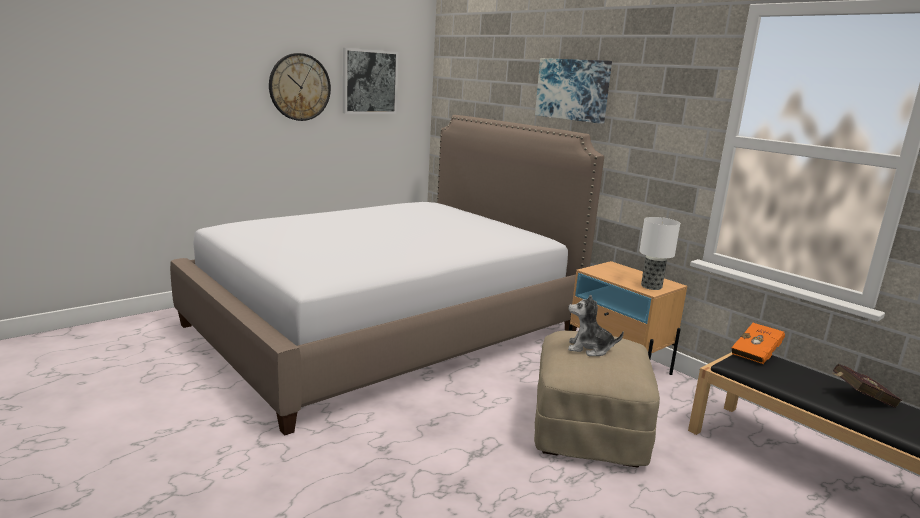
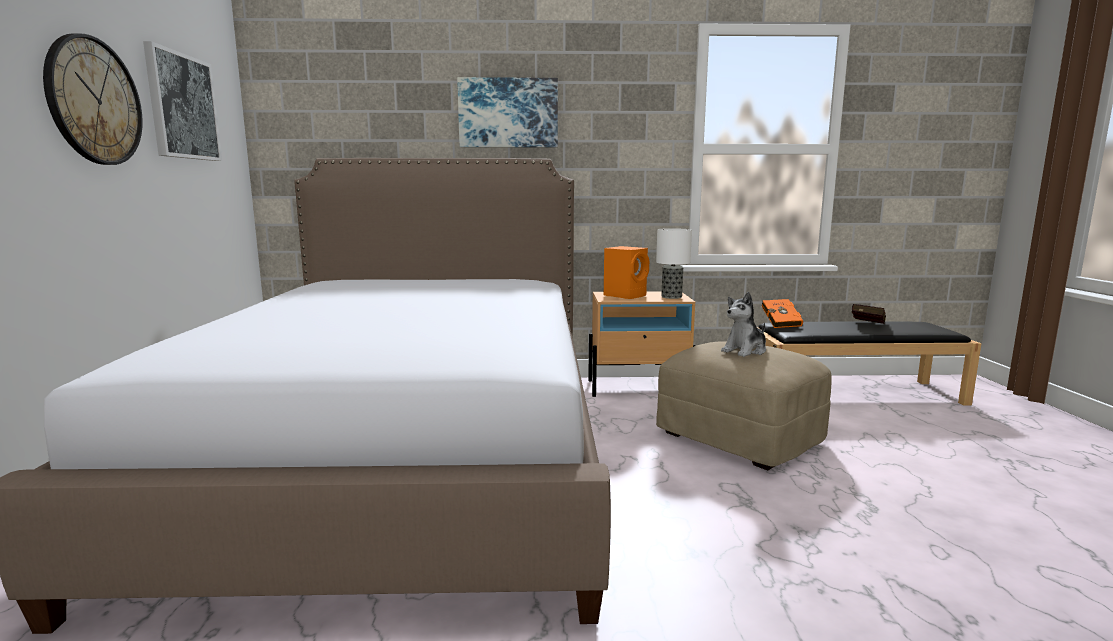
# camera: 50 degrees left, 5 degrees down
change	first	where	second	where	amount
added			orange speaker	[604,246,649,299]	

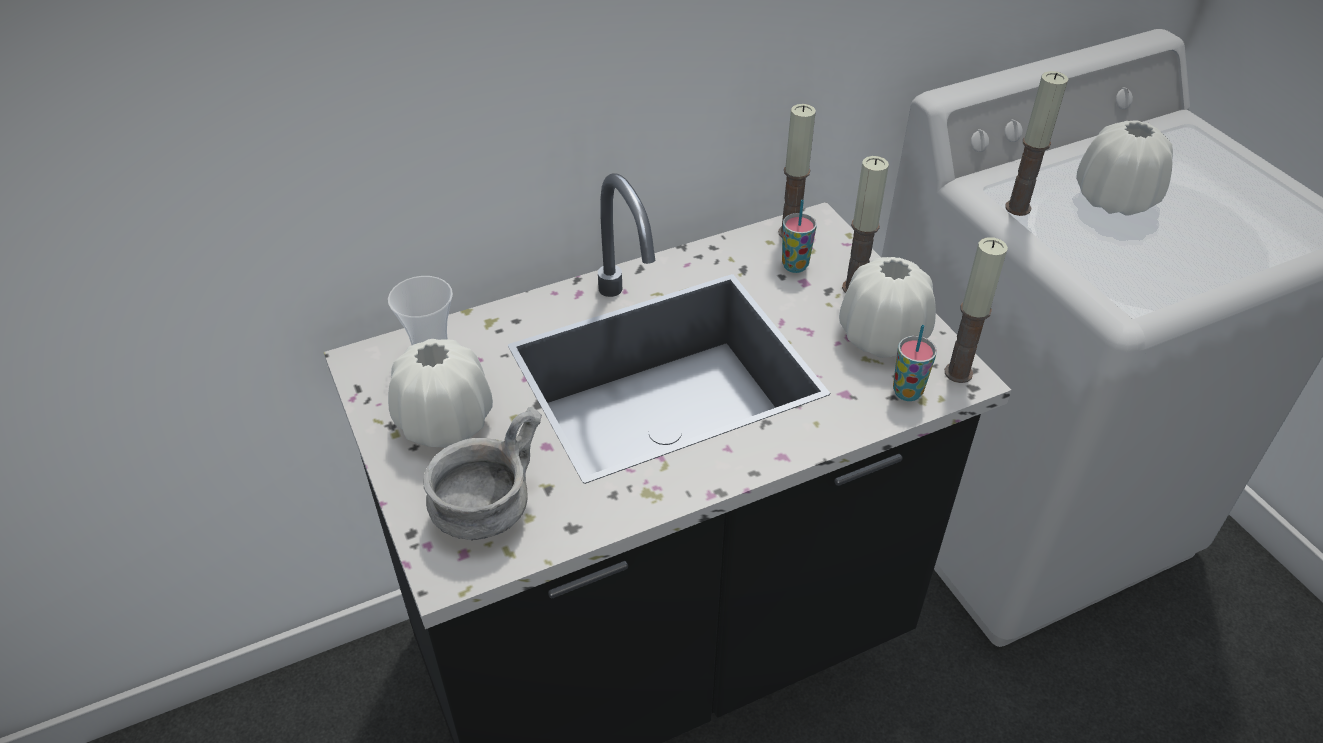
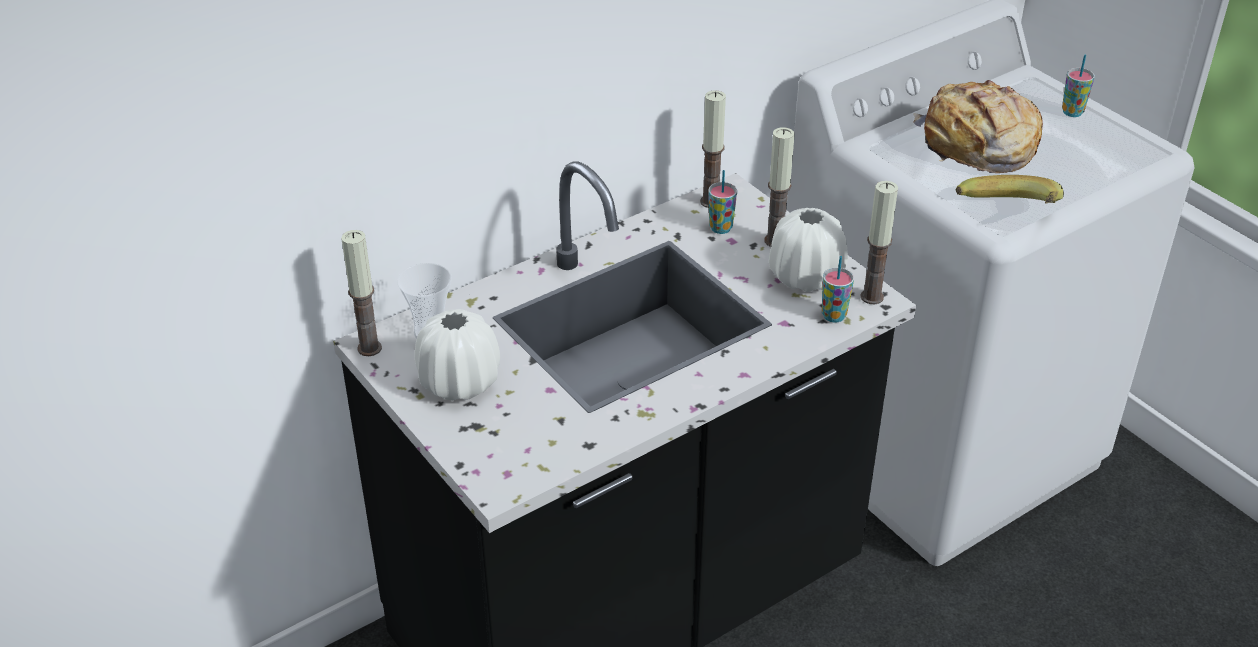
# camera: 10 degrees left, 5 degrees down
change	first	where	second	where	amount
moved	candle	[1005,71,1068,216]		[341,230,382,356]	
replaced	white vase	[1076,121,1173,216]	bread	[913,80,1043,173]	
removed	grey bowl	[423,407,542,541]			
added			cup	[1062,55,1095,117]	
added			banana	[956,175,1064,204]	

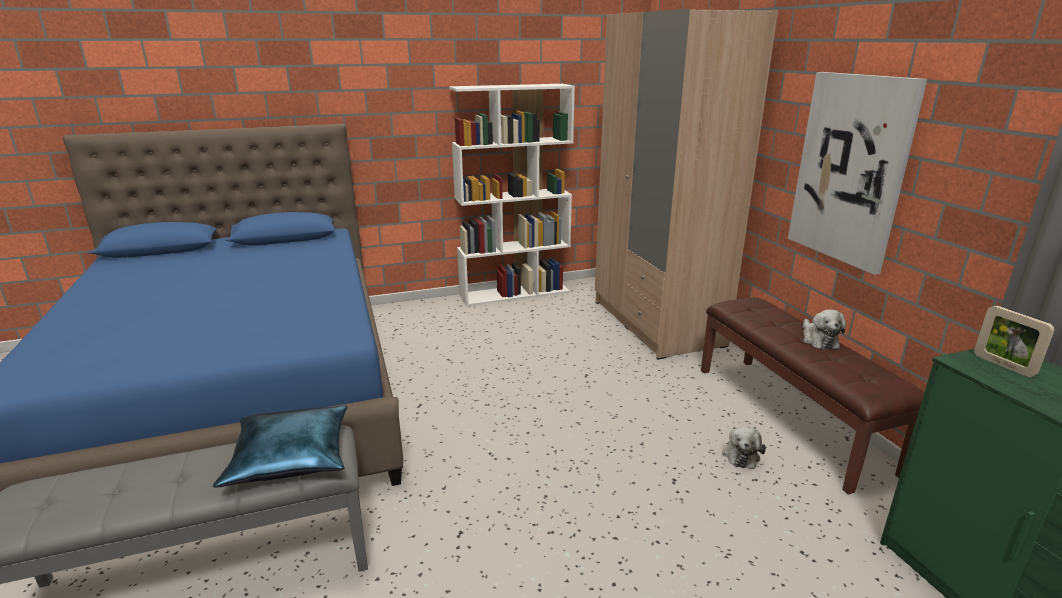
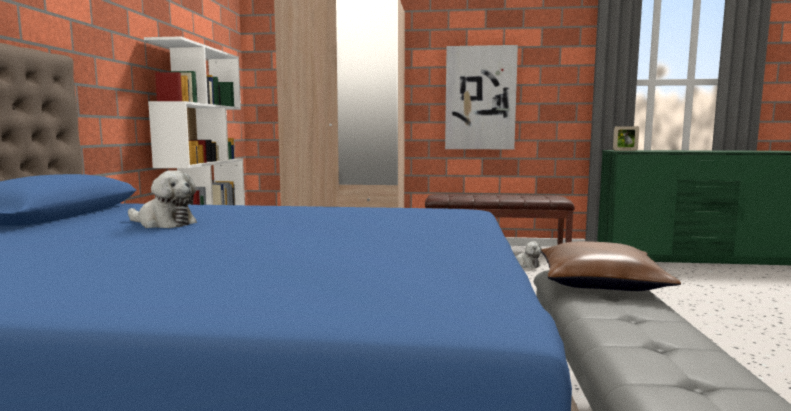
# camera: 65 degrees left, 15 degrees down
change	first	where	second	where	amount
moved	plush toy	[803,309,846,350]		[128,170,197,228]	
recoloured	blue pillow	[213,406,347,488]	brown pillow	[541,241,681,291]	

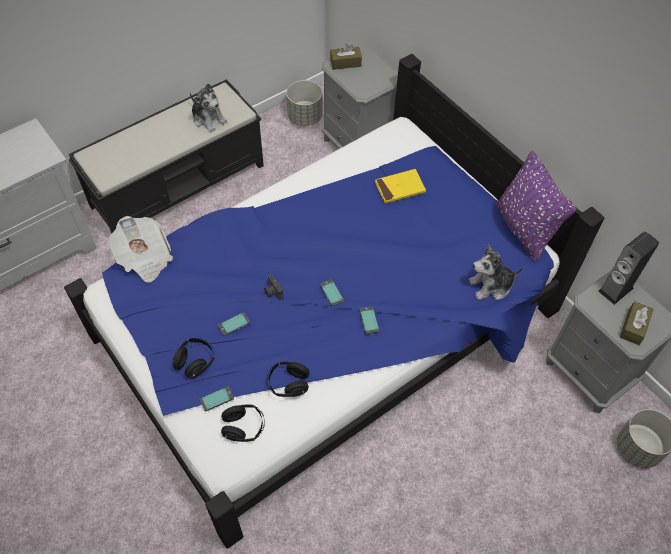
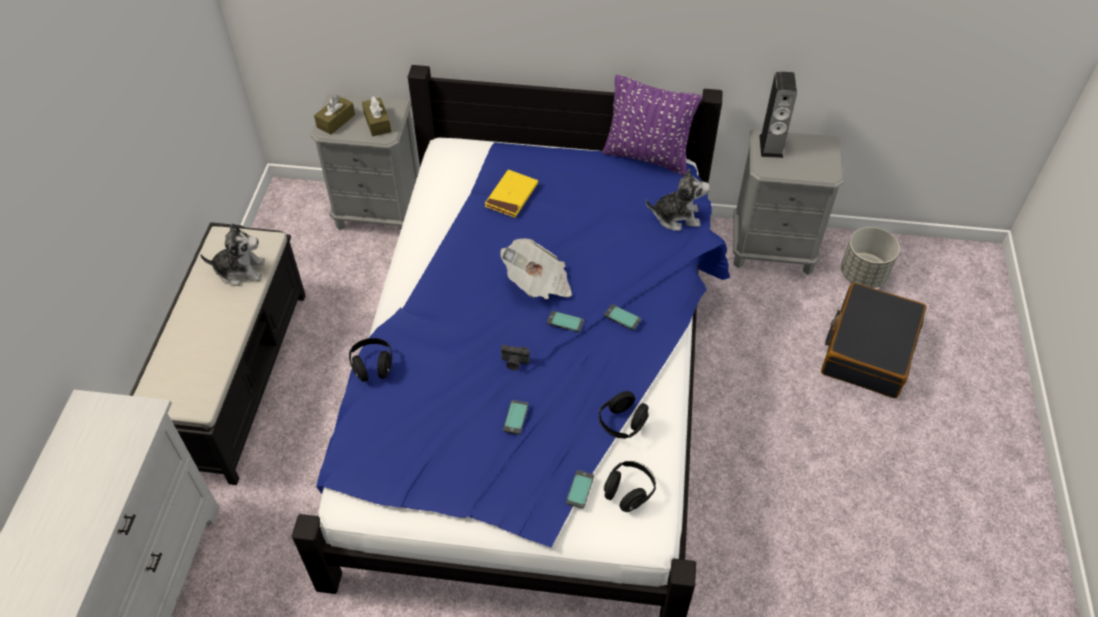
# camera: 45 degrees left, 5 degrees down
change	first	where	second	where	amount
removed	grey planter	[286,80,323,126]			
moved	newspaper	[109,216,173,283]		[500,238,572,299]	
turned	plush toy	[469,244,523,300]		[646,169,710,231]	120 degrees counterclockwise
moved	brown tissue box	[620,301,653,345]		[362,96,391,136]	
moved	black headphones	[173,338,215,378]		[349,338,392,382]	
added			black suitcase	[821,282,927,398]	

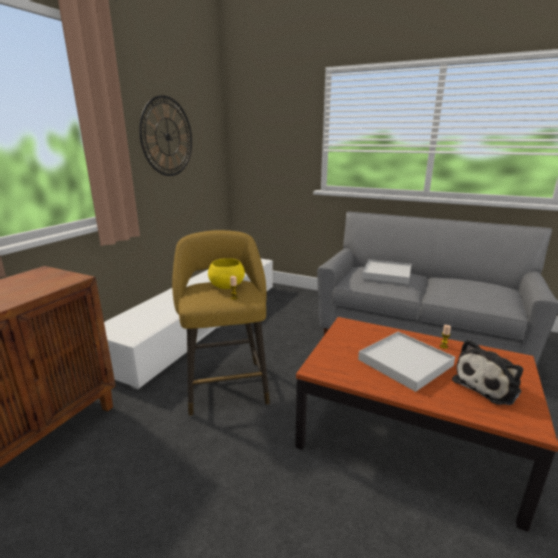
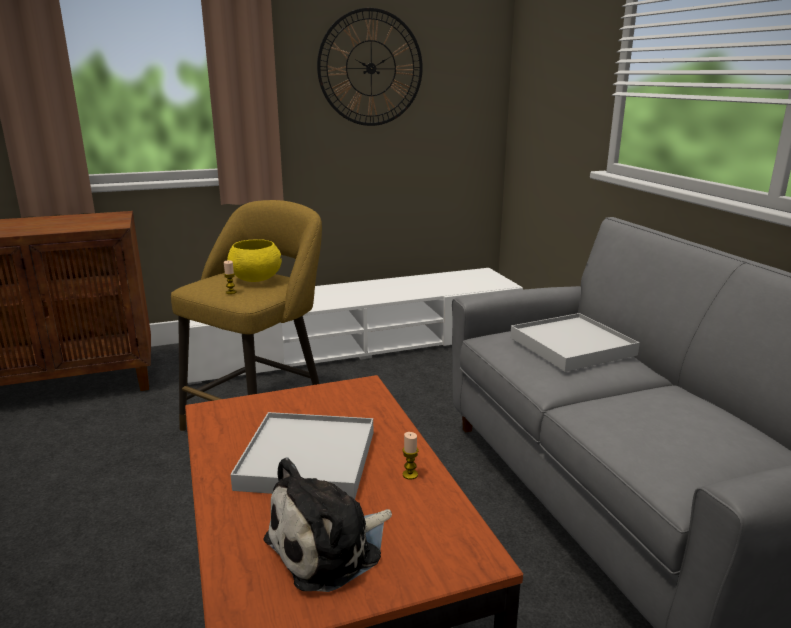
# camera: 45 degrees right, 0 degrees up
change	first	where	second	where	amount
turned	plush toy	[452,339,523,405]		[263,457,392,592]	45 degrees counterclockwise

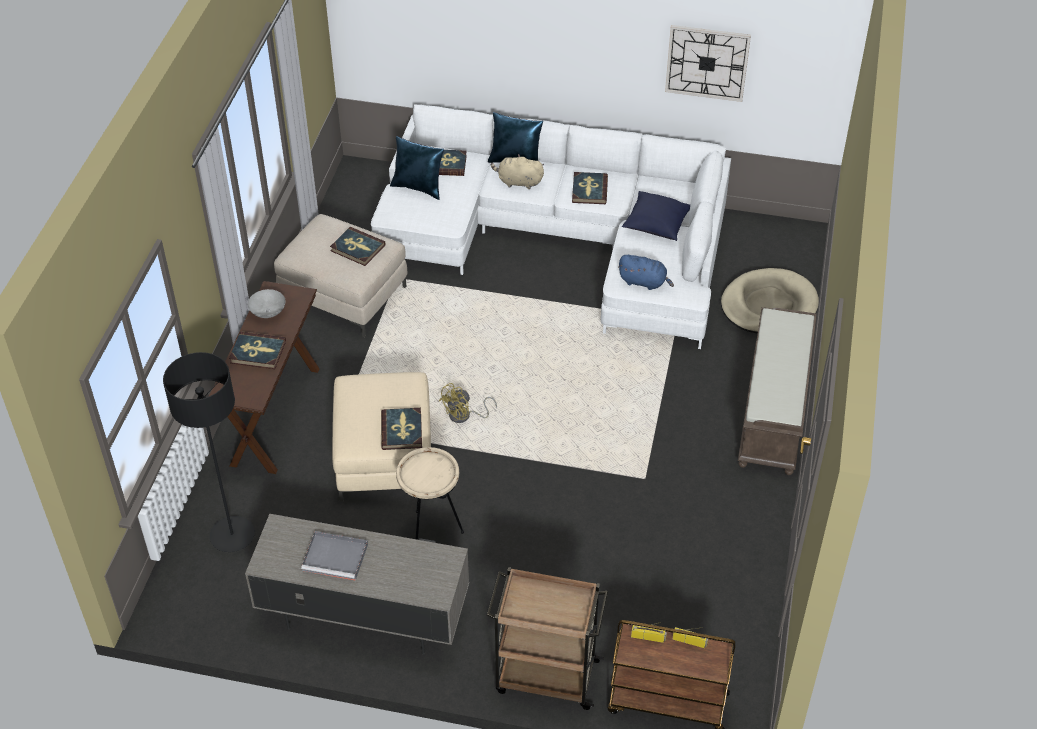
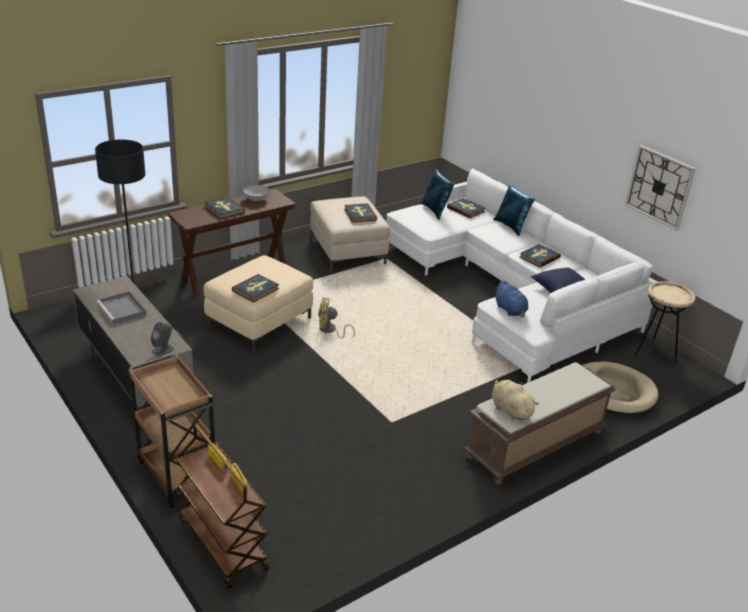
# camera: 40 degrees right, 15 degrees down
change	first	where	second	where	amount
moved	beige plush toy	[491,154,544,189]		[492,380,539,420]	
moved	beige side table	[396,447,464,540]		[635,281,695,363]	
added			grey speaker	[151,322,174,356]	

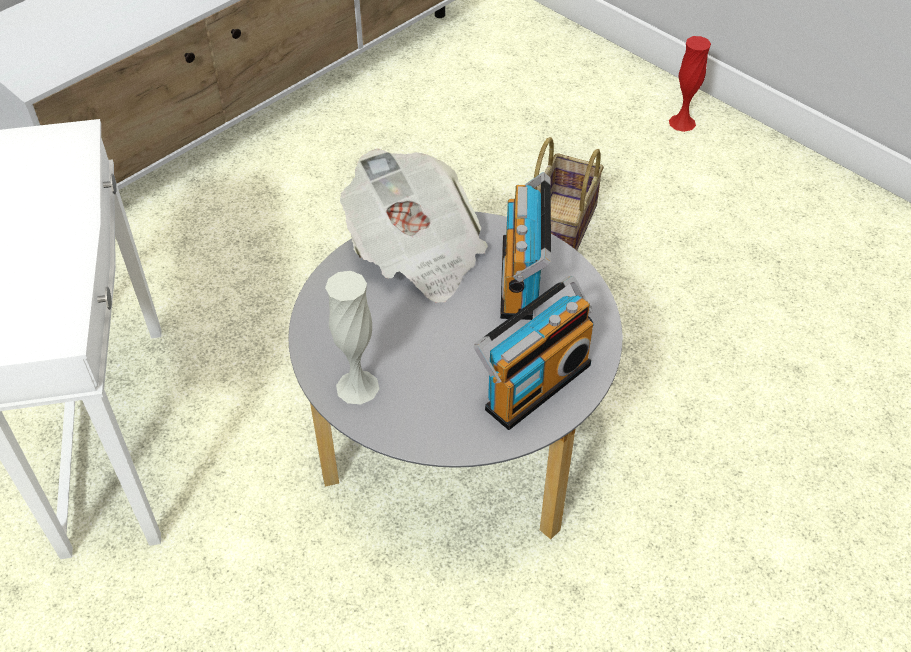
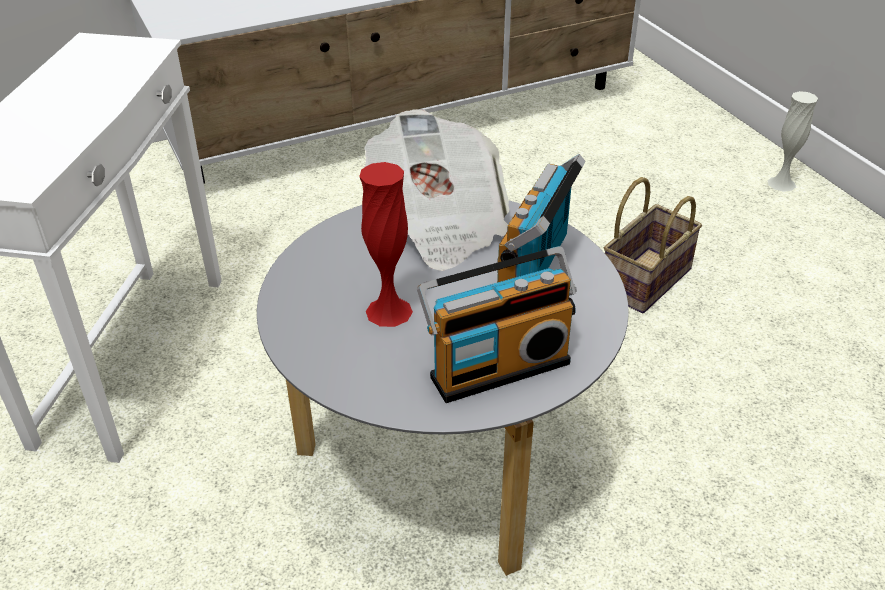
# camera: 20 degrees right, 10 degrees down
change	first	where	second	where	amount
moved	red vase	[669,36,711,132]		[359,162,413,327]	
moved	white vase	[325,271,379,404]		[768,91,818,192]	

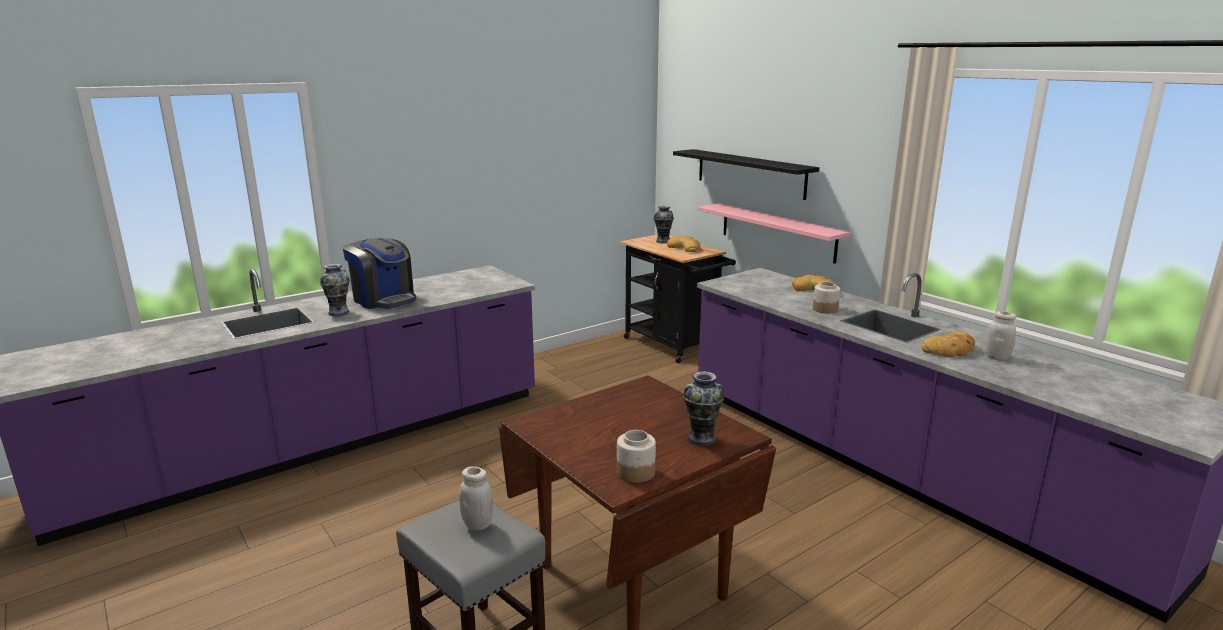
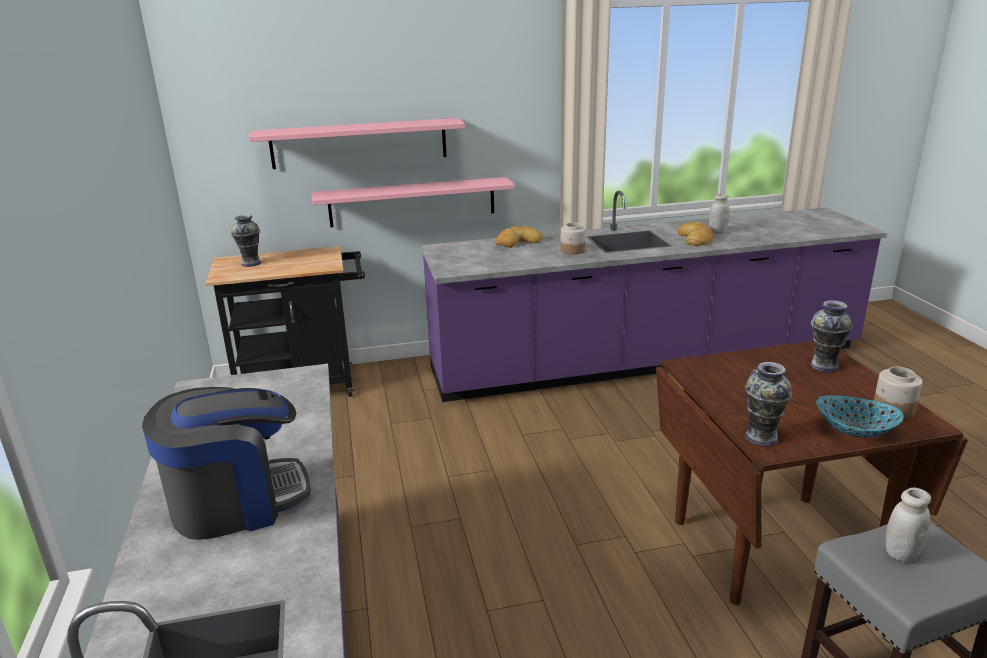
# camera: 65 degrees left, 5 degrees up
change	first	where	second	where	amount
recoloured	black shelf	[673,149,819,200]	pink shelf	[249,118,465,169]	
removed	bread	[667,235,700,252]			
moved	vase	[320,264,350,316]		[744,362,792,447]	
added			bowl	[816,395,904,438]	

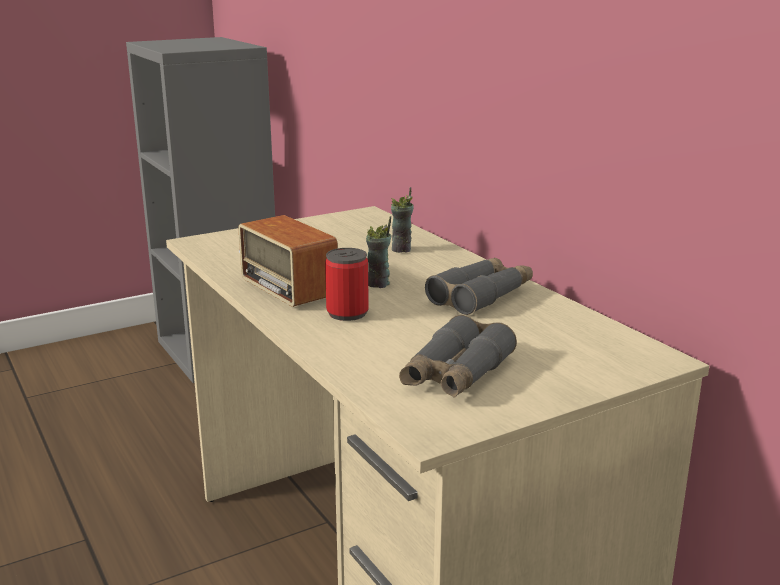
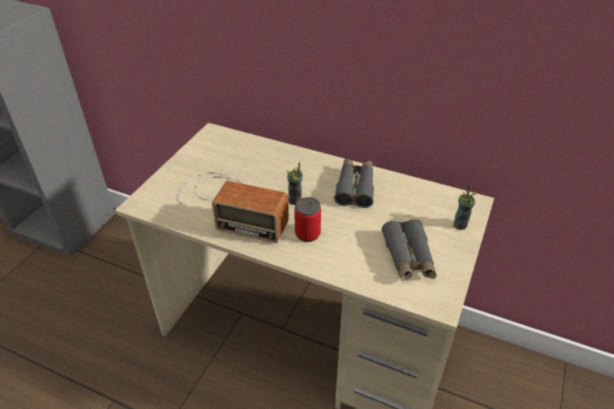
# camera: 35 degrees left, 20 degrees up
change	first	where	second	where	amount
moved	cup	[391,187,414,253]		[453,185,476,230]	

